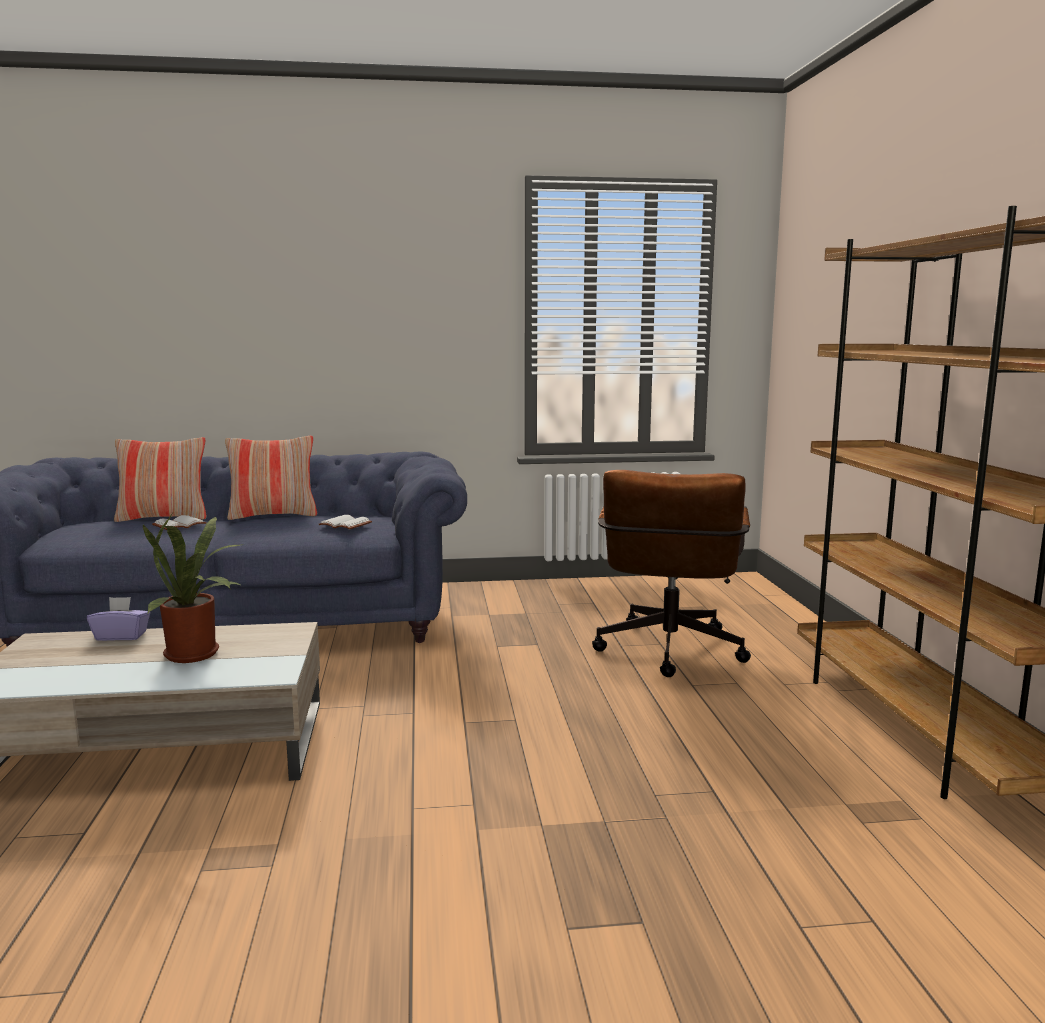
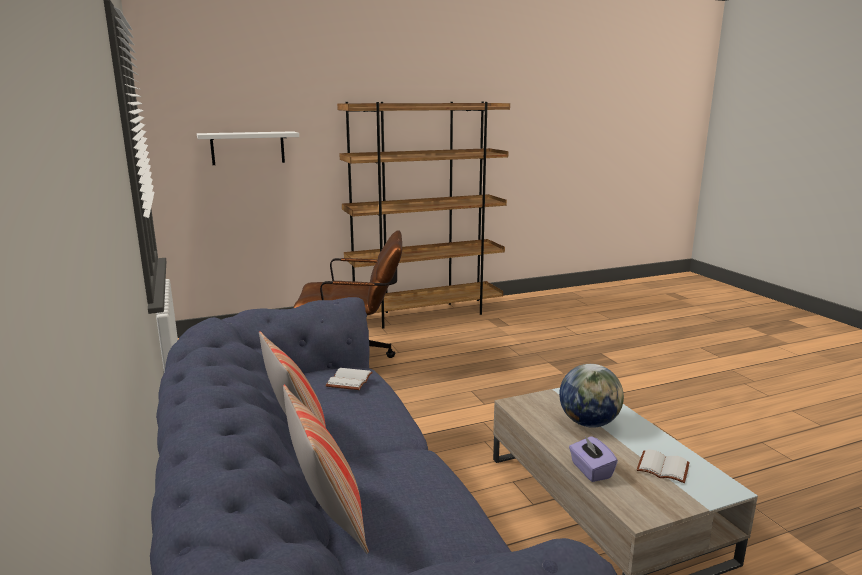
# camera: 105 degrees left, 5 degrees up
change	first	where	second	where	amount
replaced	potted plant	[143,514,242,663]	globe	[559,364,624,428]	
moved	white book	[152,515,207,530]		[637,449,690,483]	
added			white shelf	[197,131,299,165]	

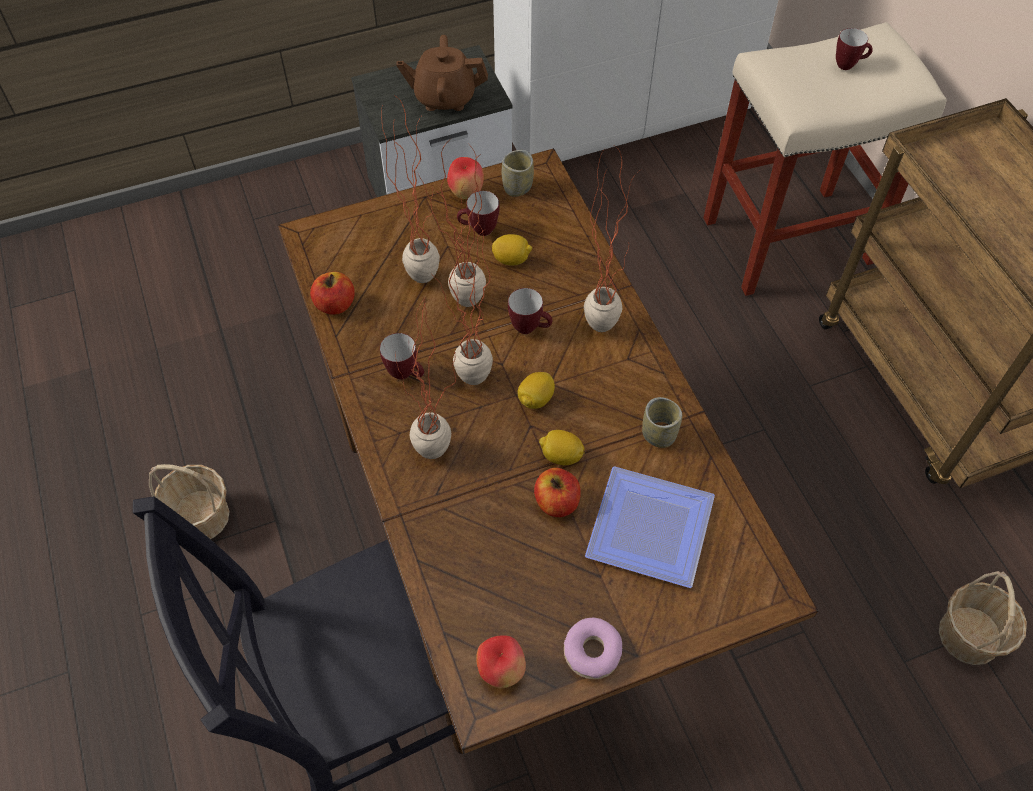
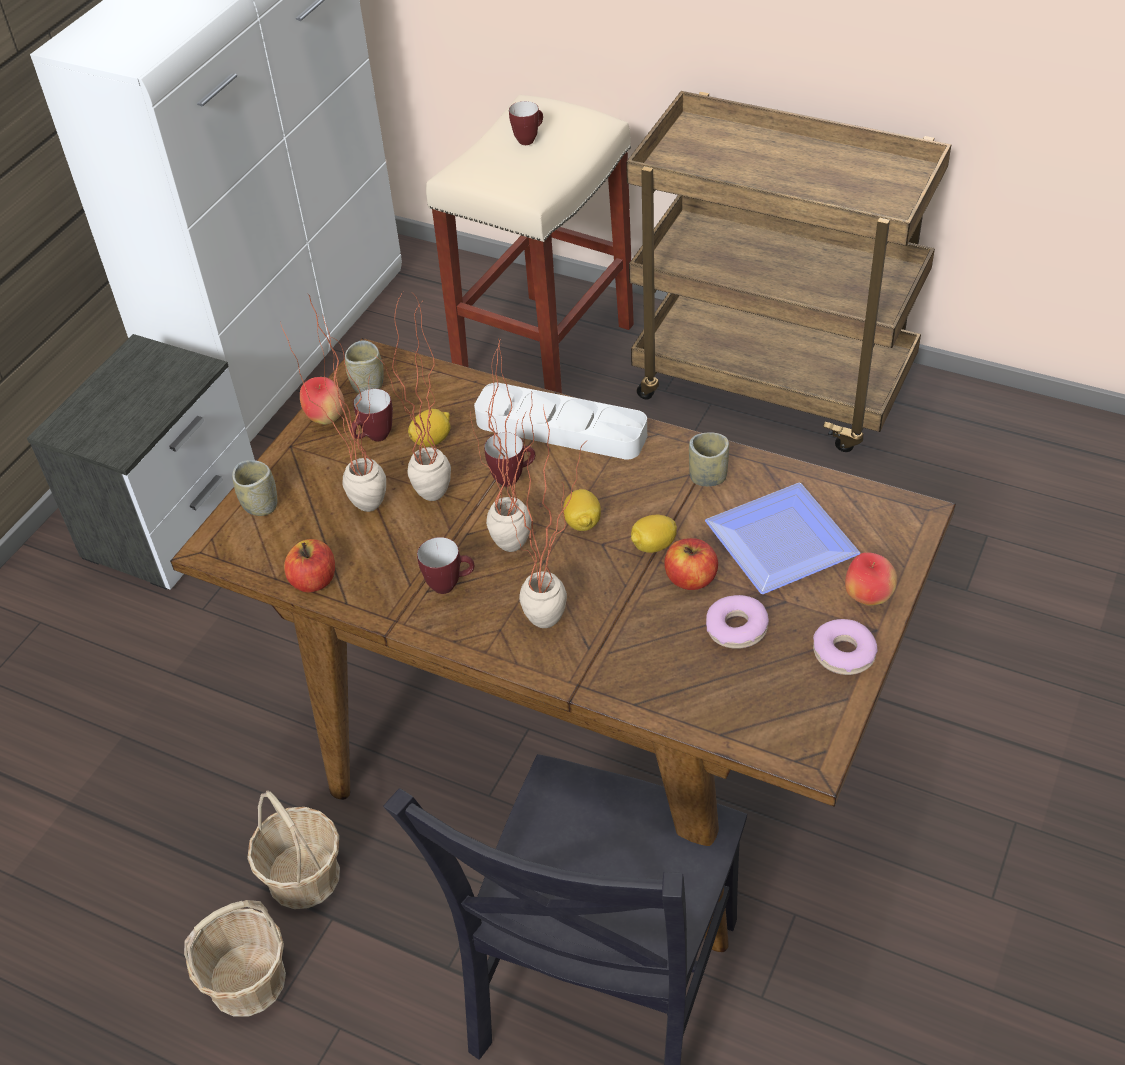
# camera: 40 degrees left, 10 degrees down
change	first	where	second	where	amount
removed	brown teapot	[396,35,488,111]			
replaced	potted plant	[584,146,639,332]	white tray	[474,382,647,460]	
moved	basket	[939,571,1027,665]		[247,790,340,909]	
moved	apple	[476,635,526,688]		[845,552,897,605]	
added			cup	[232,460,277,516]	
added			donut	[706,595,769,649]	

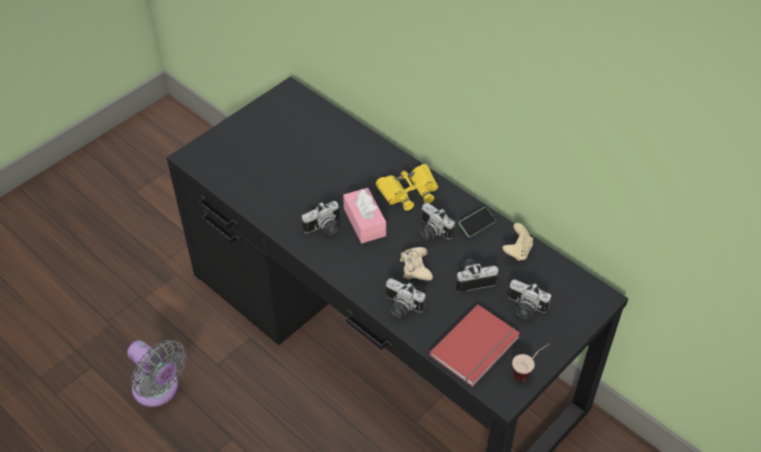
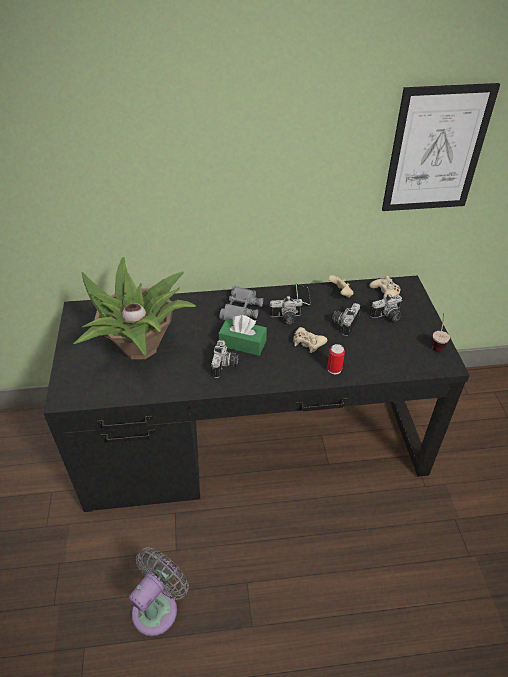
# camera: 50 degrees left, 5 degrees down
change	first	where	second	where	amount
recoloured	yellow binoculars	[376,164,439,211]	grey binoculars	[219,286,263,320]	
recoloured	pink tissue box	[343,188,386,243]	green tissue box	[219,315,267,356]	
replaced	photo camera	[386,278,426,318]	can	[327,344,345,374]	
removed	red book	[429,304,520,387]			
turned	grey fan	[127,340,187,407]		[129,547,189,636]	45 degrees counterclockwise
added			picture	[382,83,500,211]	
added			potted plant	[73,257,196,359]	
added			beige game controller	[369,276,400,299]	

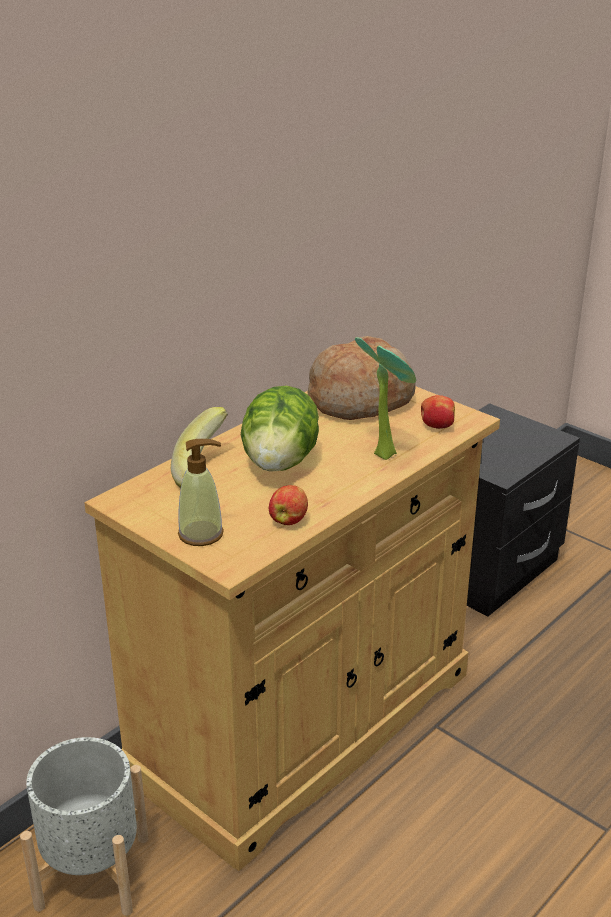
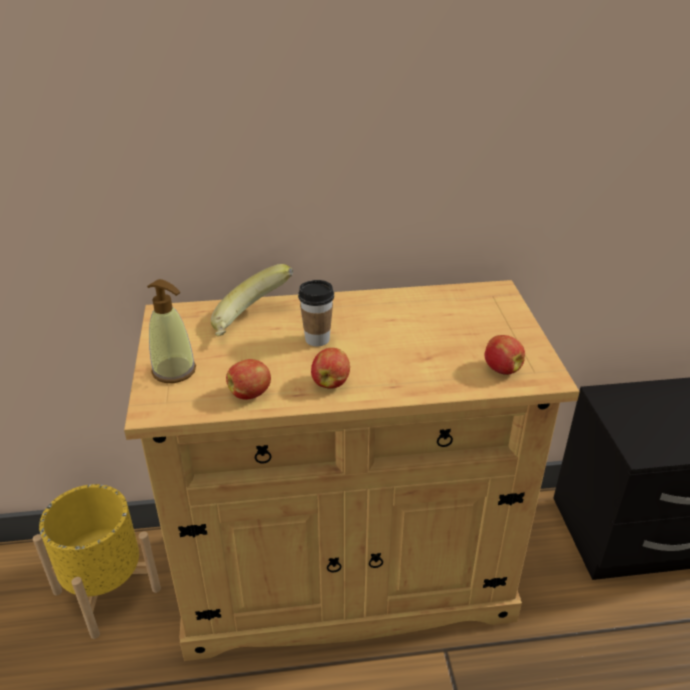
# camera: 40 degrees right, 5 degrees up
change	first	where	second	where	amount
removed	bread	[307,336,415,420]			
removed	potted plant	[355,337,416,460]			
replaced	lettuce	[241,385,319,472]	cup	[298,280,334,347]	
recoloured	grey planter	[20,737,149,916]	yellow planter	[33,484,161,639]	
added			apple	[311,348,350,389]	

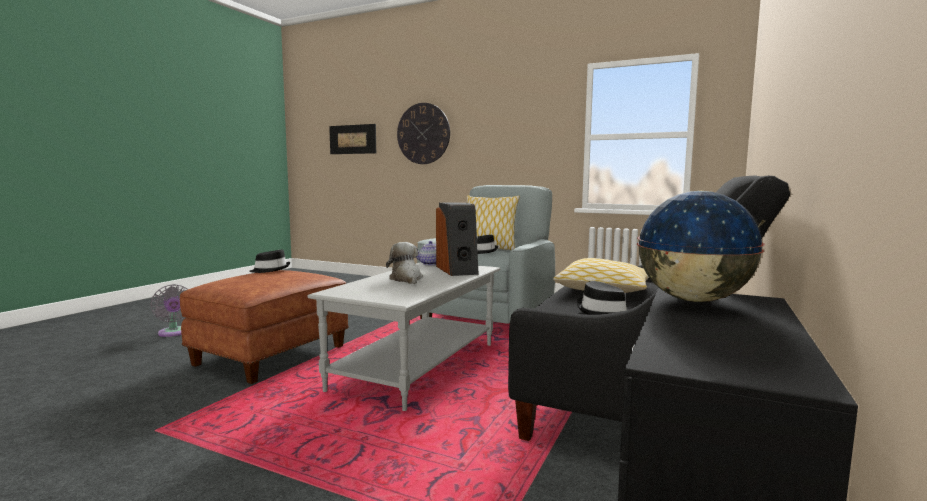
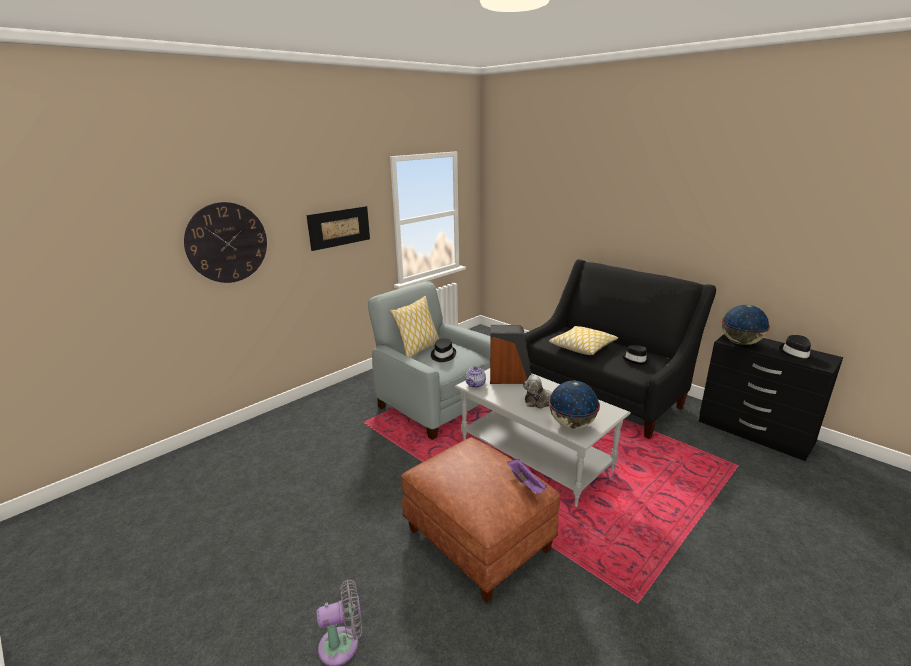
# camera: 70 degrees left, 15 degrees up
change	first	where	second	where	amount
moved	picture	[329,124,376,154]		[306,206,370,251]	
moved	black hat	[249,250,290,273]		[779,335,814,363]	
added			globe	[549,381,600,429]	
added			purple tray	[507,459,547,494]	

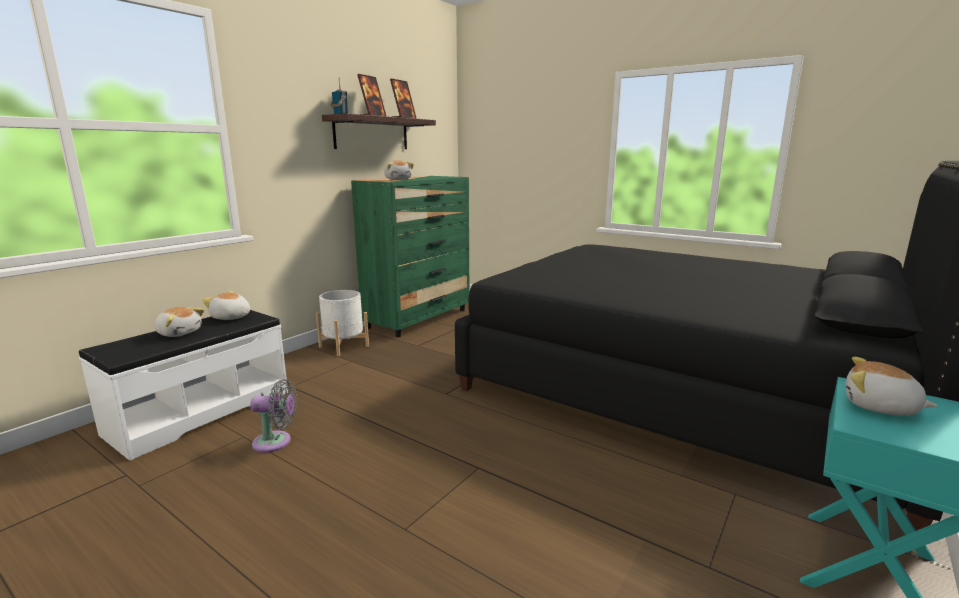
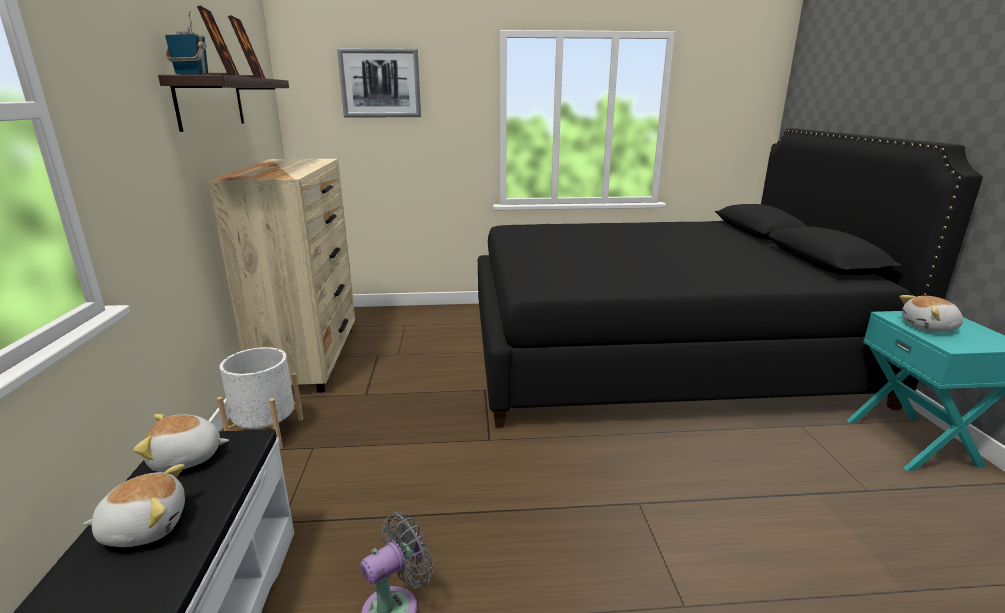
# camera: 40 degrees left, 5 degrees up
change	first	where	second	where	amount
removed	plush toy	[384,160,414,180]			
recoloured	green dresser	[351,176,469,337]	beige dresser	[208,159,355,393]	
added			picture	[337,48,421,117]	

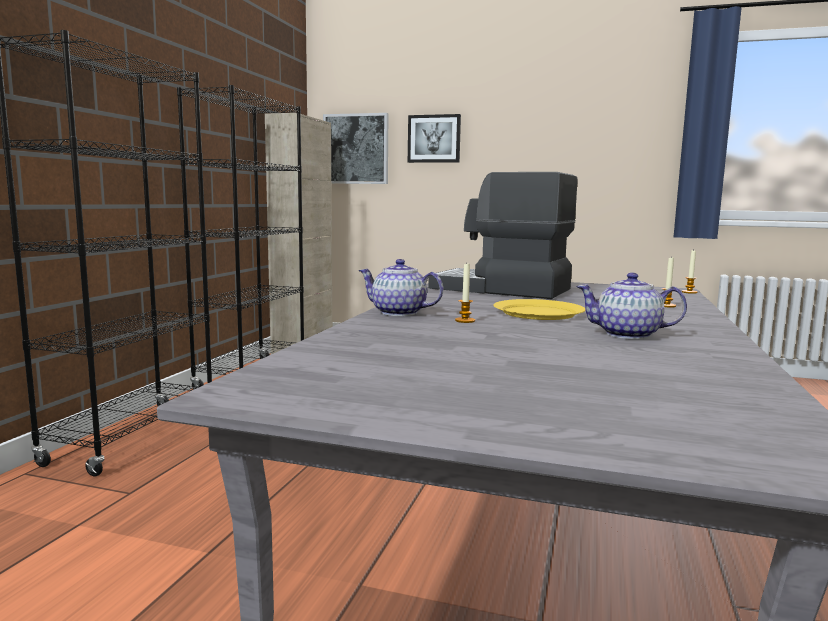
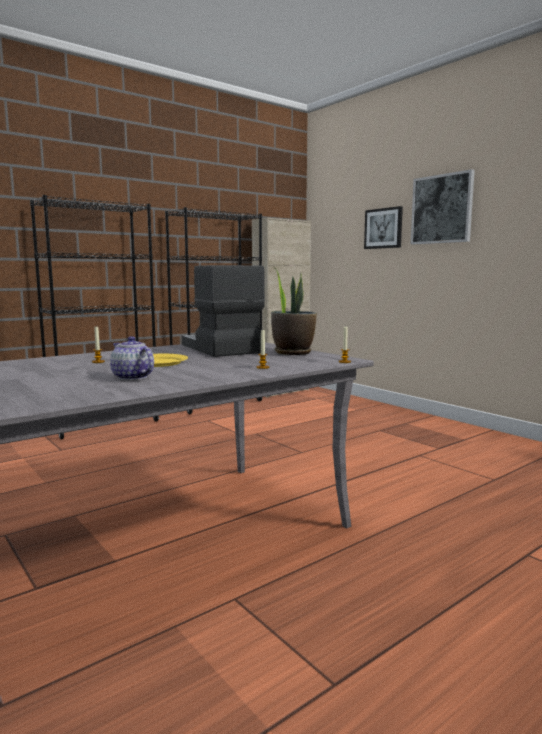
# camera: 35 degrees right, 0 degrees up
change	first	where	second	where	amount
moved	picture	[323,113,389,184]		[411,169,475,244]	
removed	teapot	[358,259,443,316]			
added			potted plant	[271,267,317,355]	

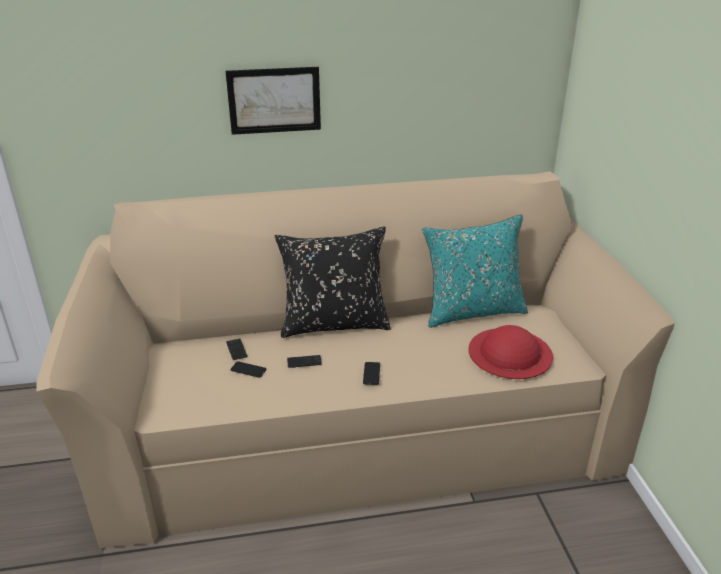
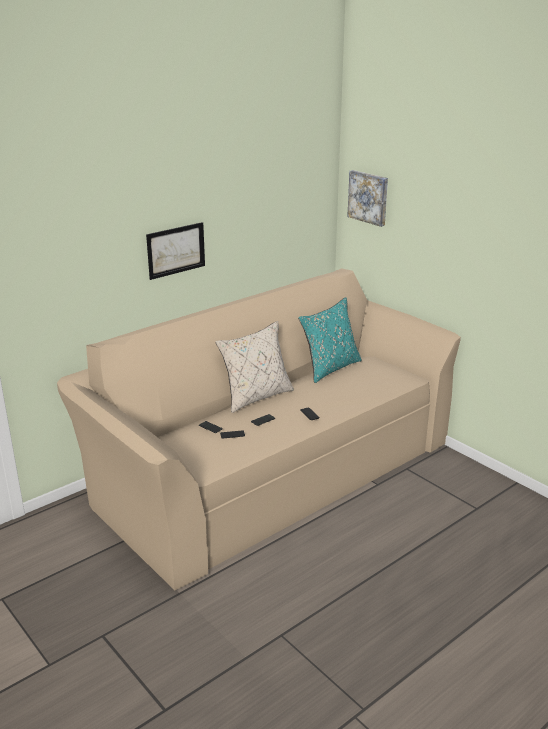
# camera: 30 degrees left, 5 degrees down
change	first	where	second	where	amount
recoloured	black pillow	[275,227,391,338]	beige pillow	[215,321,294,413]	
removed	red hat	[468,325,553,379]			
added			picture	[347,170,388,227]	

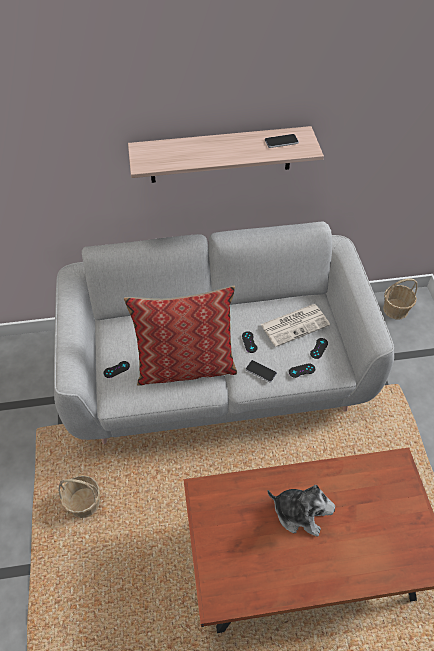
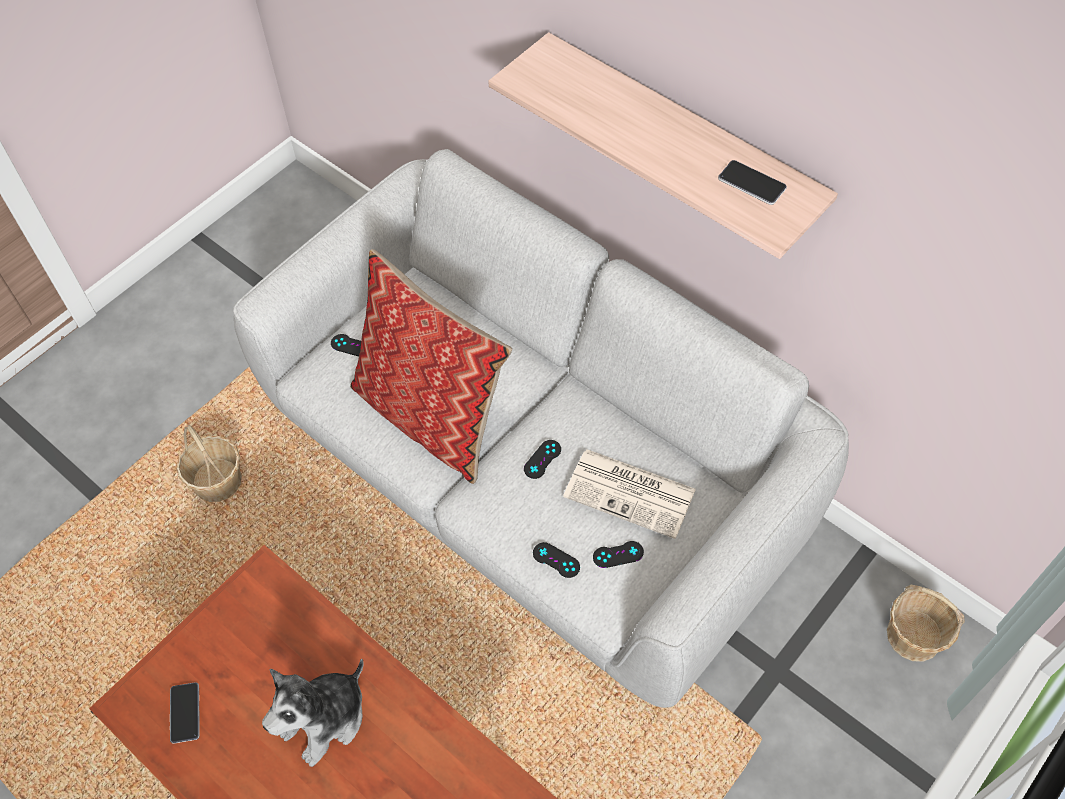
# camera: 50 degrees right, 5 degrees up
change	first	where	second	where	amount
moved	phone	[245,360,277,382]		[170,682,200,744]	
turned	plush toy	[267,485,335,537]		[262,659,364,767]	60 degrees clockwise

